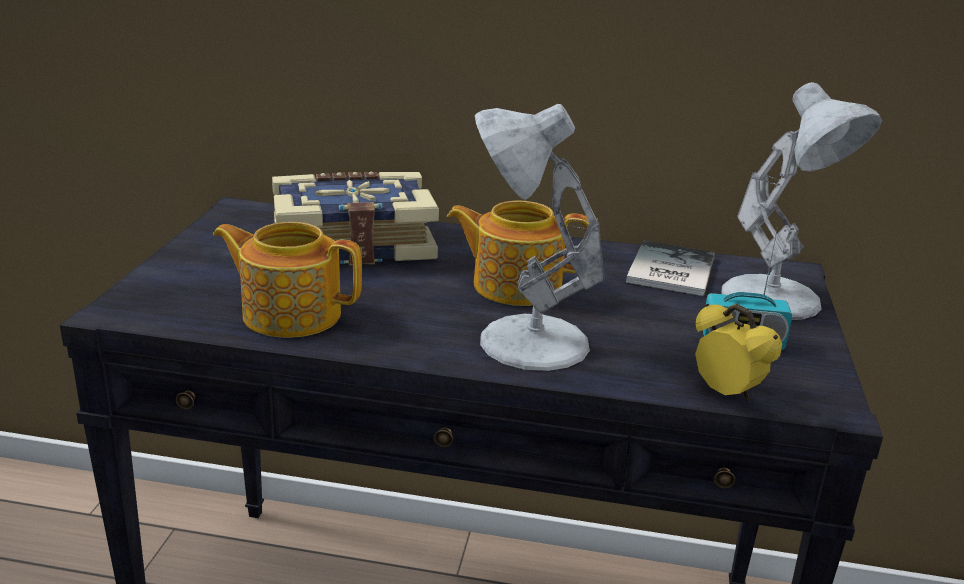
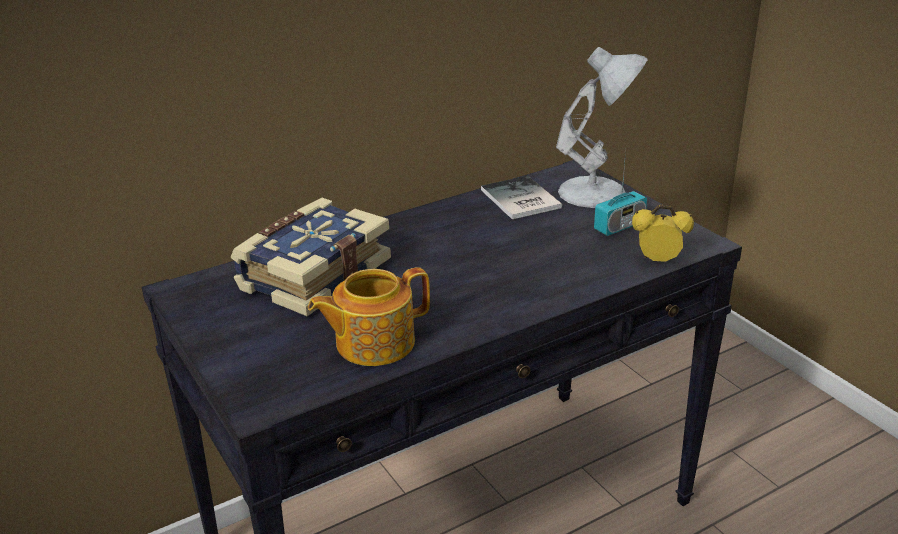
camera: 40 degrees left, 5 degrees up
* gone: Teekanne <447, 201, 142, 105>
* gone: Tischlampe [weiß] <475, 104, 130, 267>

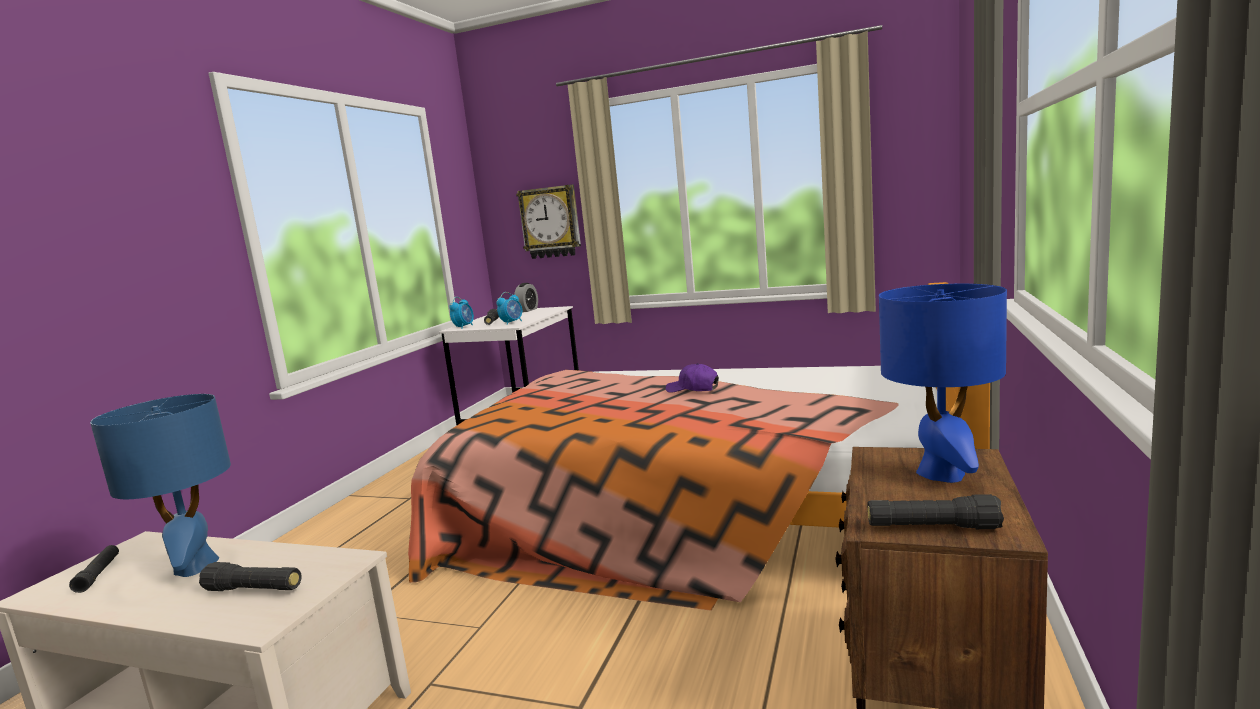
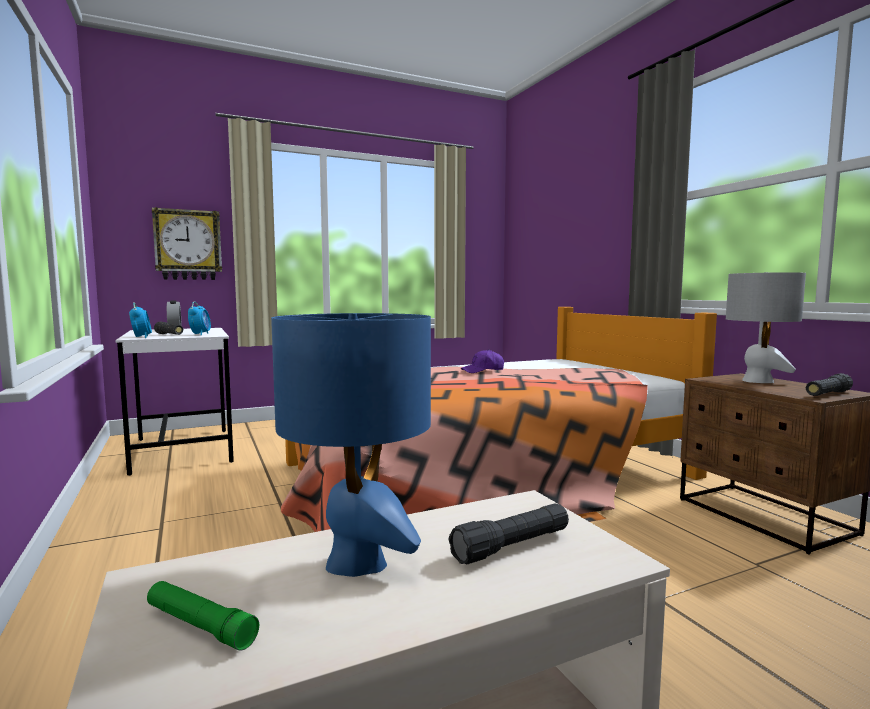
camera: 45 degrees left, 5 degrees down
* repainted: Taschenlampe [schwarz] <69, 545, 50, 48> to Taschenlampe [grün] <147, 581, 112, 70>
* repainted: Tischlampe [blau] <879, 284, 128, 199> to Tischlampe [grau] <726, 272, 80, 111>

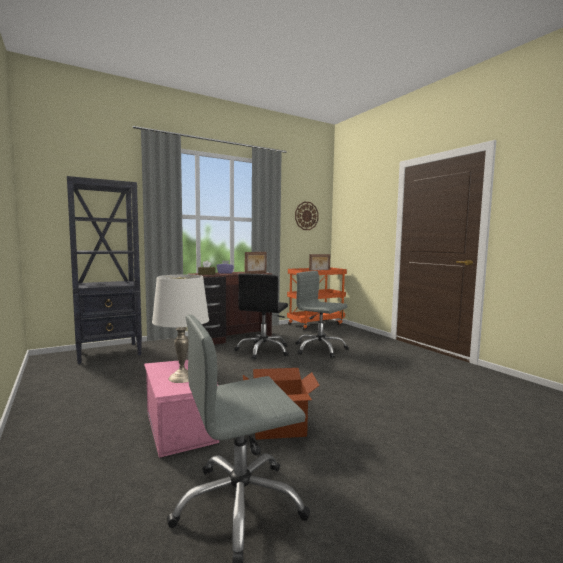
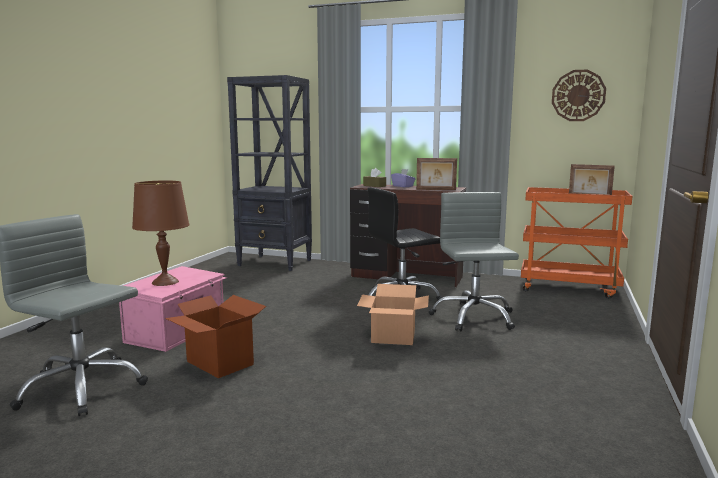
camera: 50 degrees right, 5 degrees up
* new: Karton <357, 284, 72, 61>
* repainted: Tischlampe [weiß] <152, 275, 57, 108> to Tischlampe [braun] <132, 181, 57, 105>

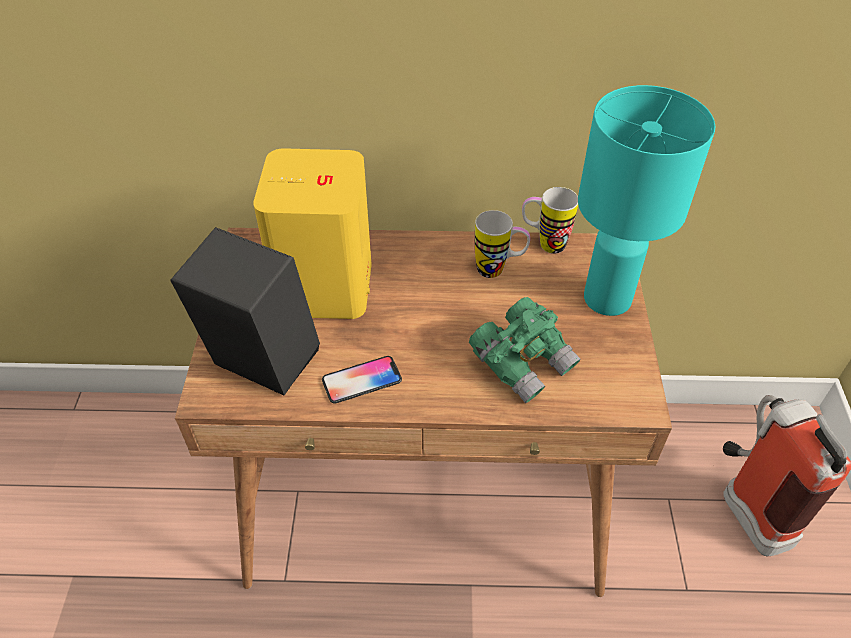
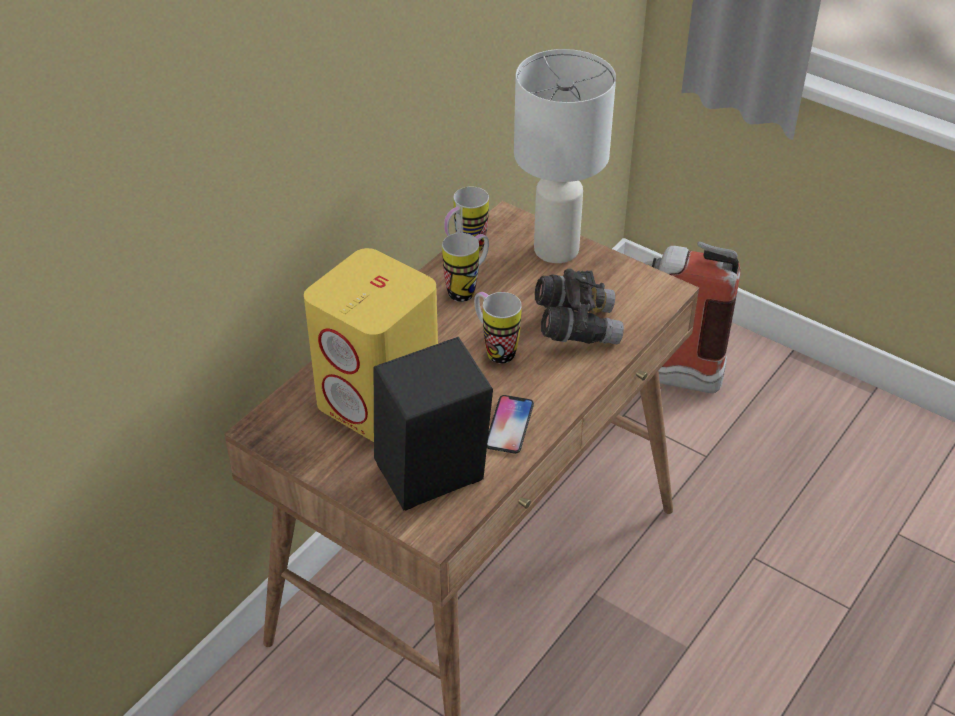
camera: 55 degrees left, 5 degrees down
* new: Henkelbecher <474, 292, 48, 72>
* repainted: Fernglas [grün] <469, 297, 112, 106> to Fernglas [grau] <535, 269, 89, 75>
* repainted: Tischlampe [türkis] <578, 85, 137, 231> to Tischlampe [weiß] <514, 49, 102, 214>

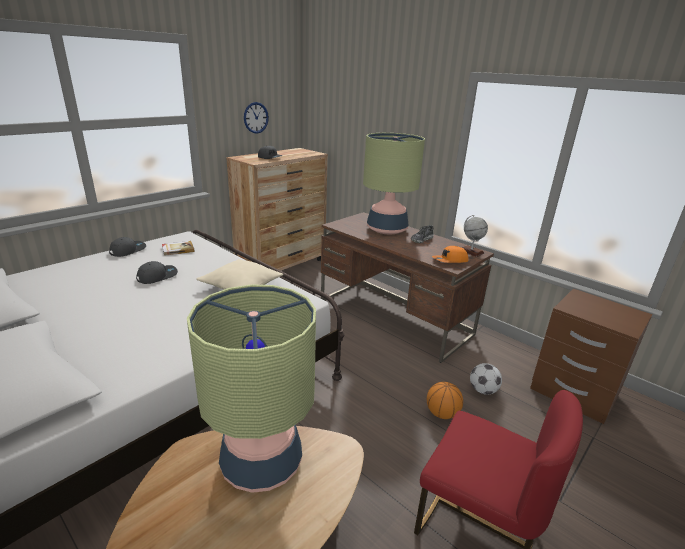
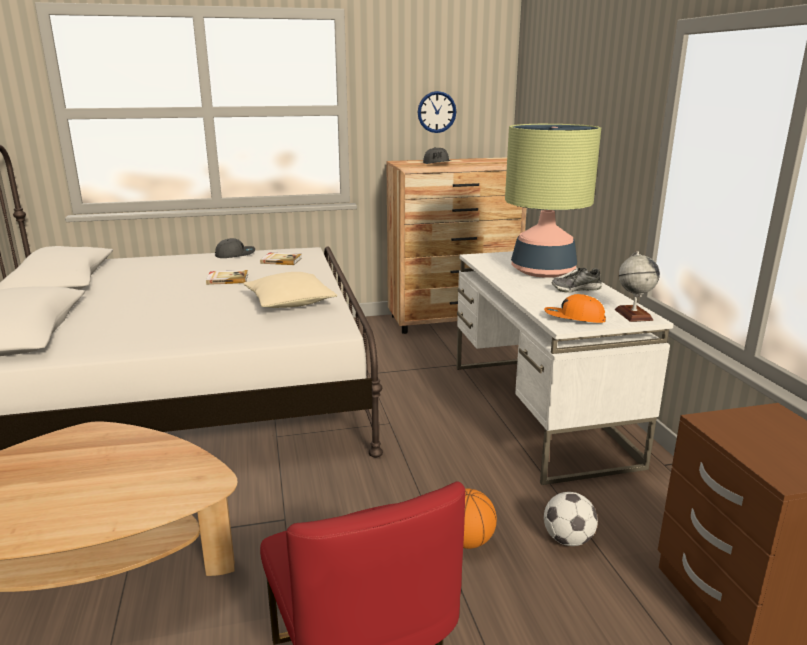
camera: 35 degrees right, 5 degrees down
* gone: Tischlampe <187, 284, 129, 209>
* swapped: Kappe [grau] <136, 261, 42, 23> to Buch <206, 270, 42, 15>
* repainted: Schreibtisch [braun] <321, 212, 173, 151> to Schreibtisch [weiß] <456, 251, 217, 234>

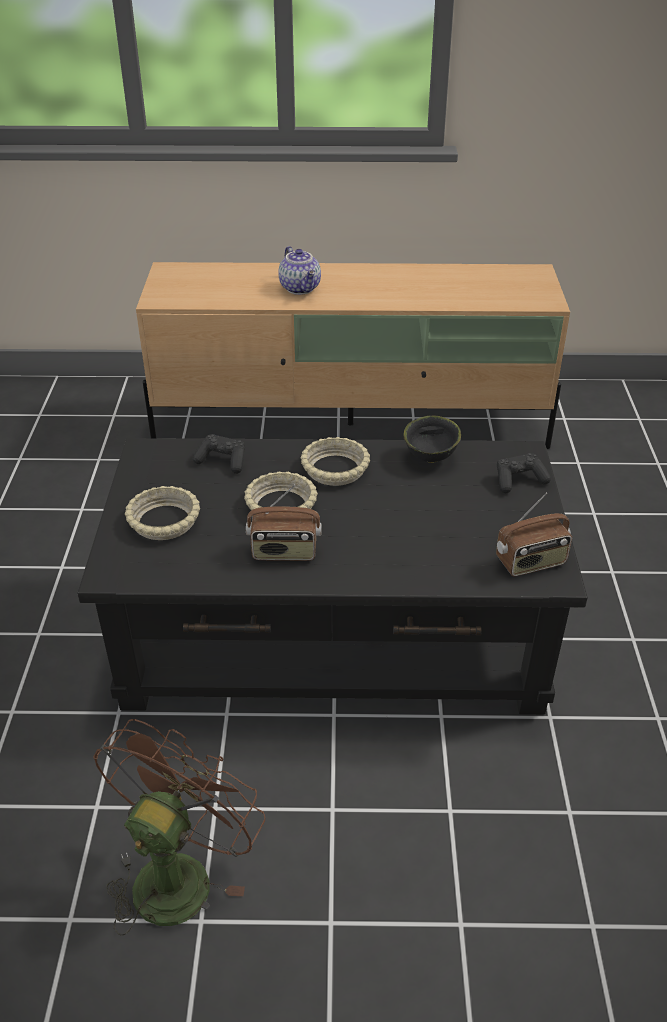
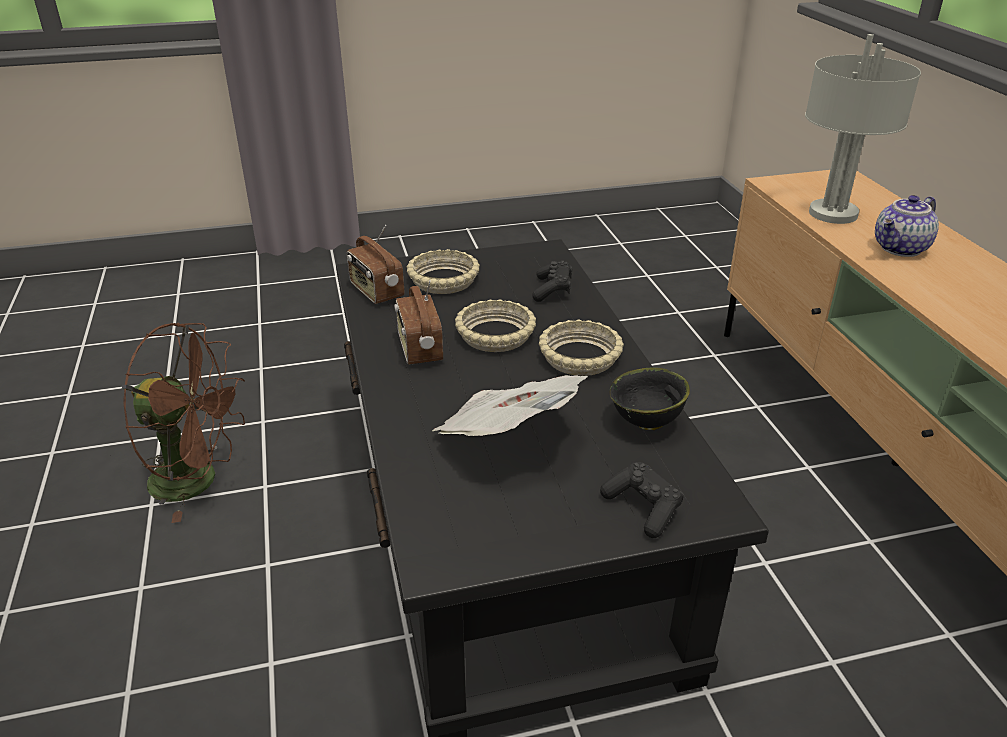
camera: 75 degrees right, 5 degrees down
* new: Zeitung <432, 375, 156, 61>
* new: Tischlampe [grau] <805, 34, 116, 190>
* shifted: Radio <496, 493, 76, 83> to <347, 225, 57, 79>

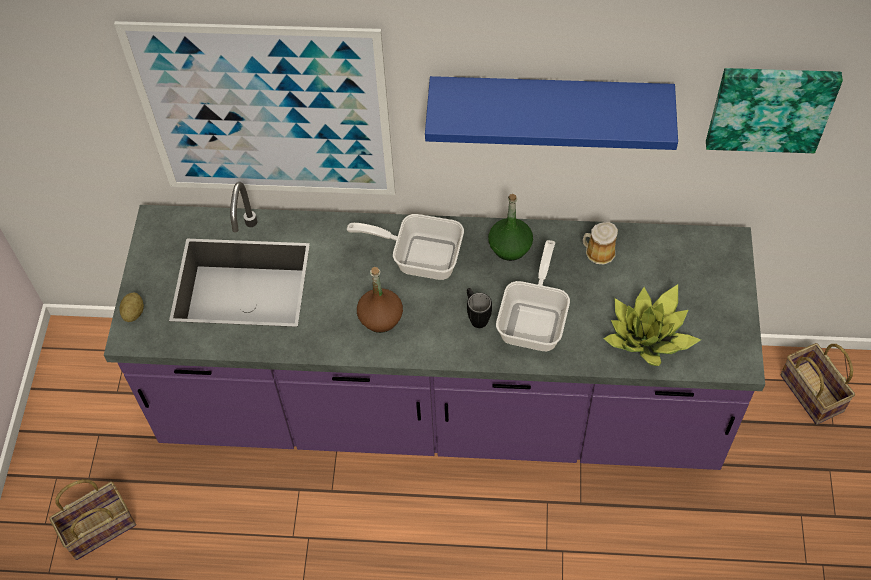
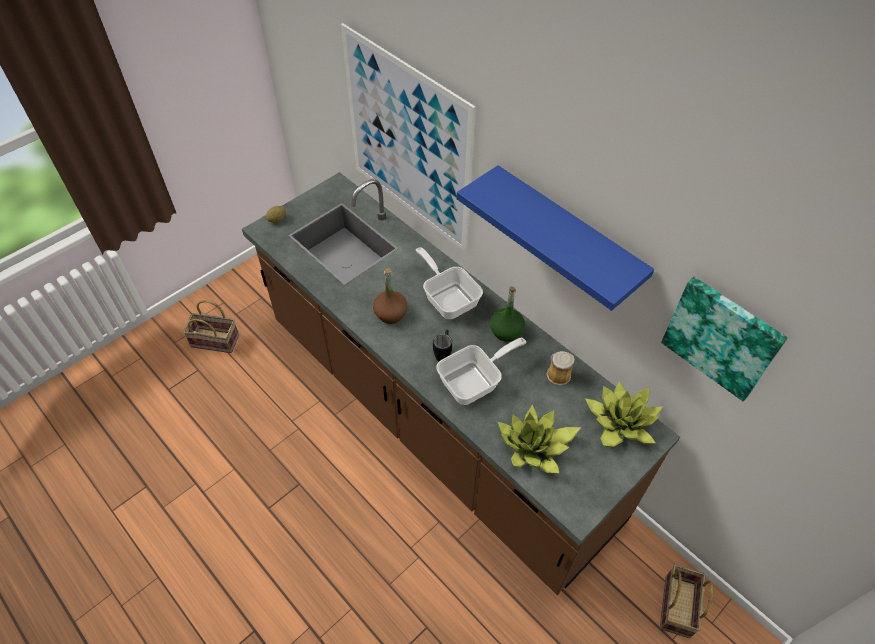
camera: 40 degrees right, 5 degrees down
* new: Topfpflanze <585, 381, 78, 66>
* repainted: Küchenzeile [lila] <104, 182, 661, 288> to Küchenzeile [braun] <242, 172, 438, 423>

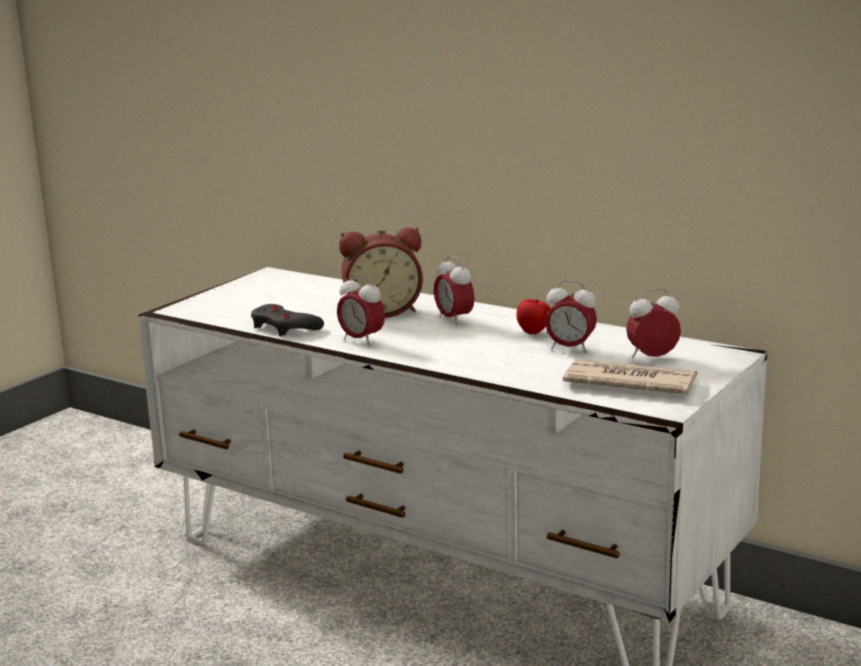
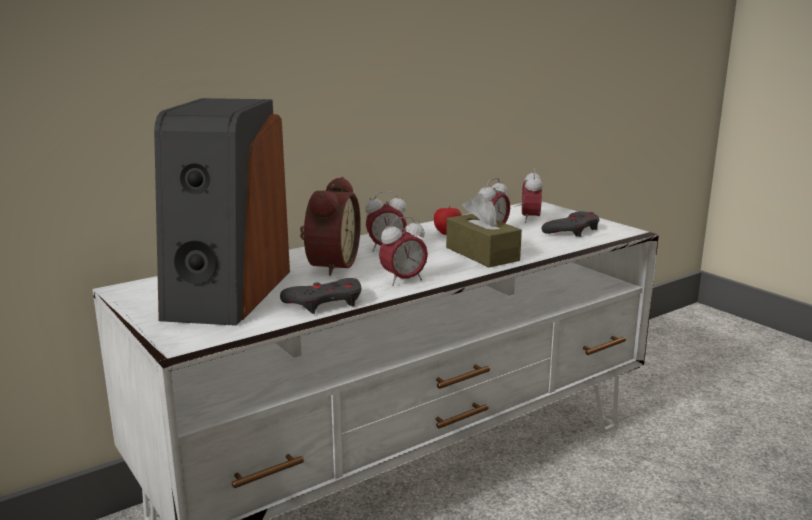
camera: 70 degrees left, 0 degrees up
* new: Lautsprecher <154, 98, 136, 228>
* new: Taschentuchbox [braun] <446, 193, 76, 74>
* swapped: Zeitung <563, 359, 134, 35> to Gamepad [grau] <541, 211, 59, 26>

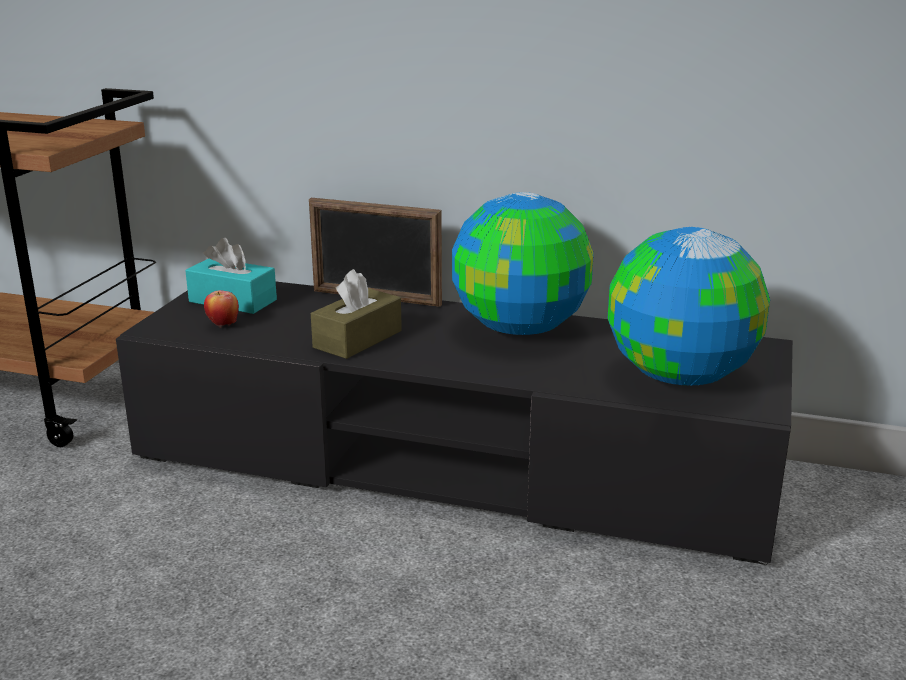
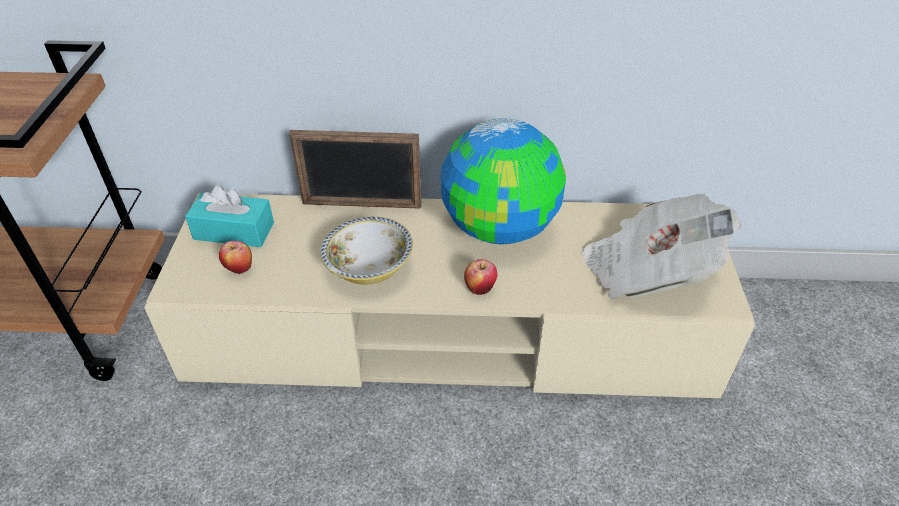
camera: 15 degrees left, 20 degrees up
* new: Apfel <464, 259, 33, 36>
* swapped: Taschentuchbox [braun] <311, 269, 91, 90> to Schüssel <320, 216, 93, 69>
* swapped: Globus <608, 227, 162, 159> to Zeitung <581, 194, 160, 106>
* repainted: Fernsehschrank [schwarz] <116, 282, 677, 283> to Fernsehschrank [beige] <144, 193, 611, 205>

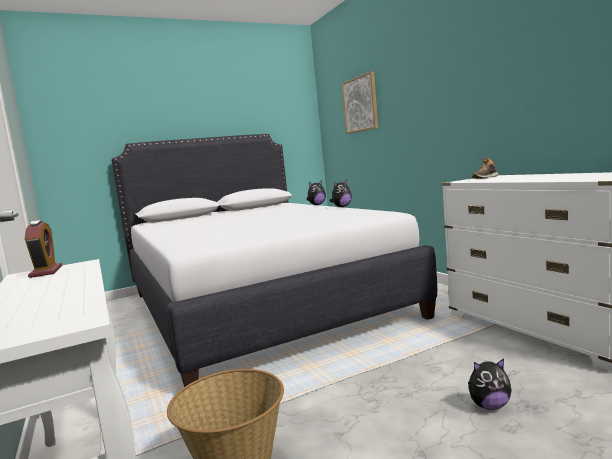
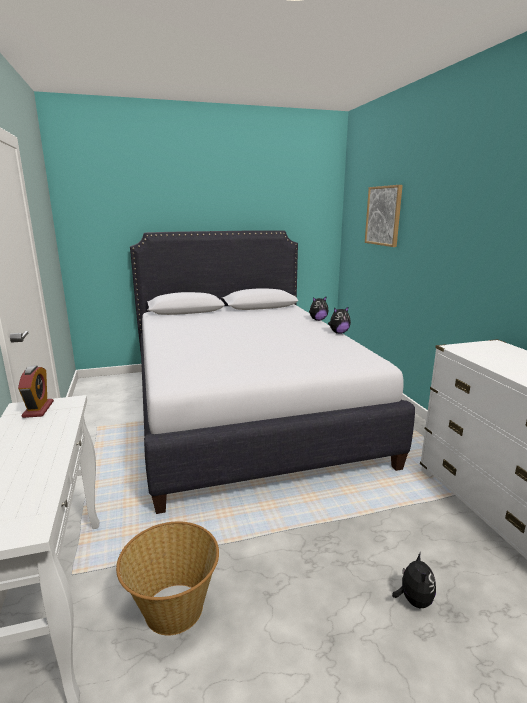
camera: 10 degrees right, 10 degrees up
* gone: Schuh <472, 157, 27, 22>
* rotated: Plüschtier <468, 358, 44, 52> = <392, 552, 44, 56> 90 degrees counterclockwise

